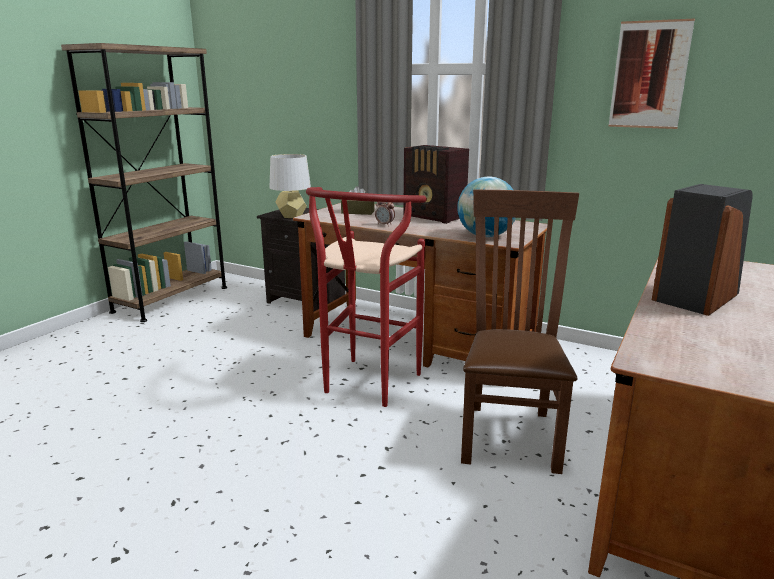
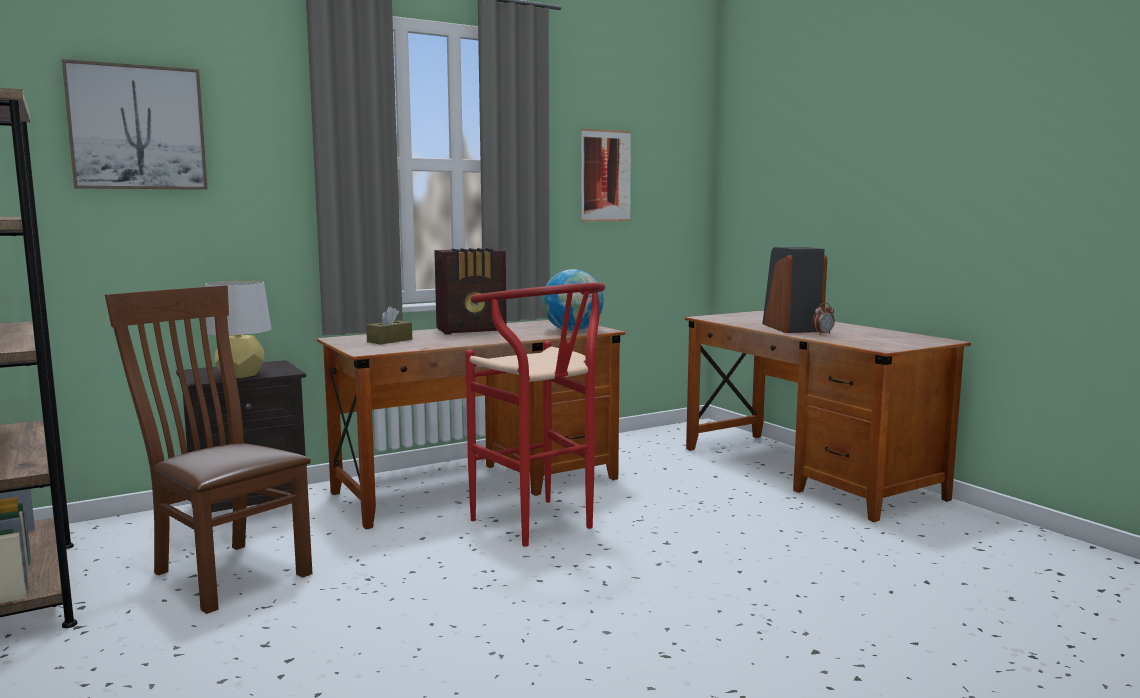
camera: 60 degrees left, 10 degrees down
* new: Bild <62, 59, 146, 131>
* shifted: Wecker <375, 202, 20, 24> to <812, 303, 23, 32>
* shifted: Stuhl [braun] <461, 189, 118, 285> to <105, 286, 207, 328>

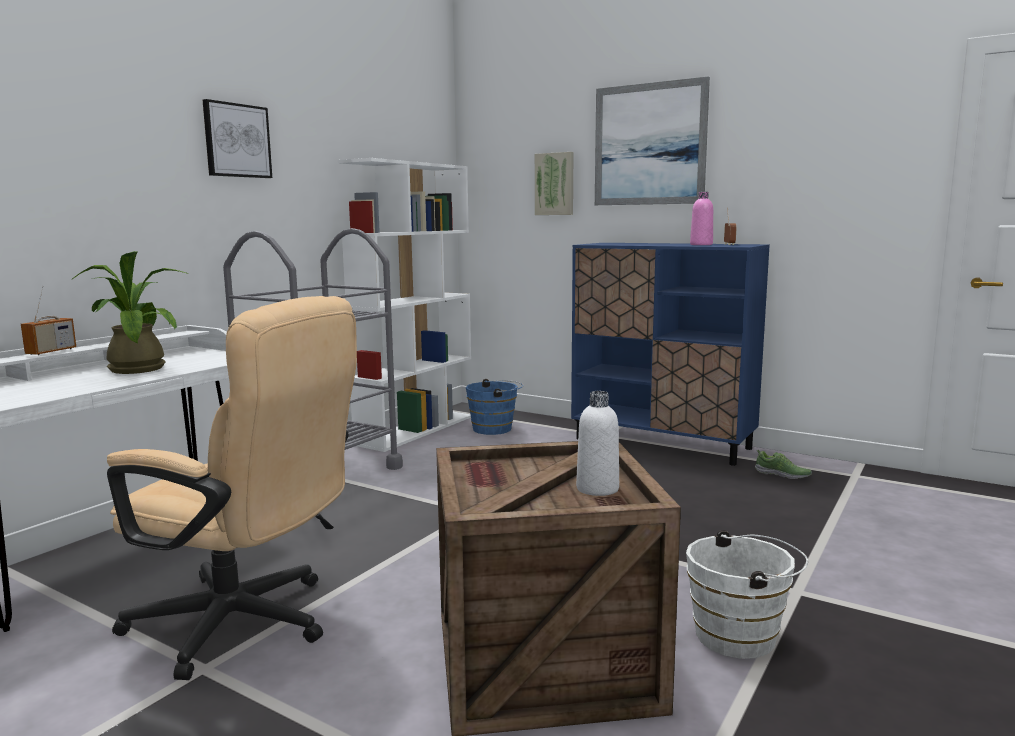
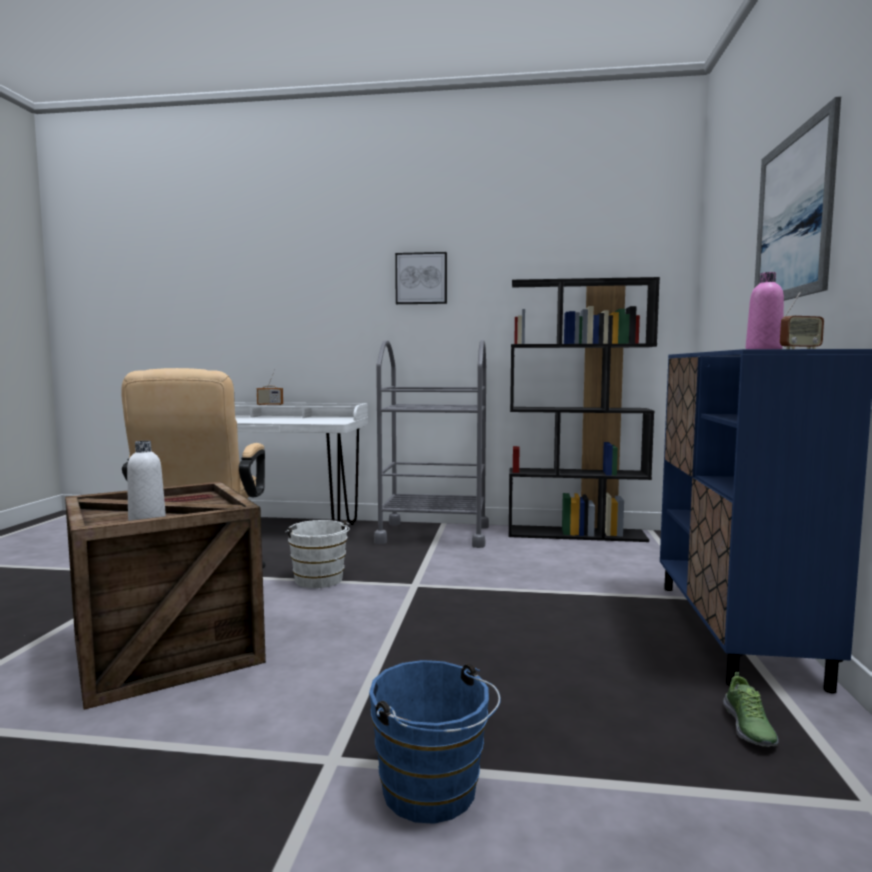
camera: 65 degrees right, 5 degrees down
* gone: Topfpflanze <71, 251, 117, 123>
* gone: Bild <535, 152, 39, 63>
* shifted: Eimer [blau] <466, 379, 58, 56> to <369, 660, 132, 164>
* shifted: Eimer [weiß] <686, 530, 122, 129> to <285, 520, 65, 68>
* repainted: Bücherregal [weiß] <338, 158, 133, 294> to Bücherregal [schwarz] <508, 277, 152, 265>

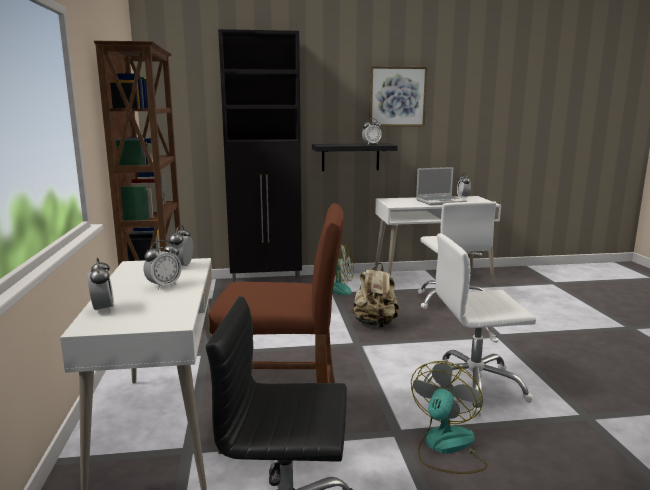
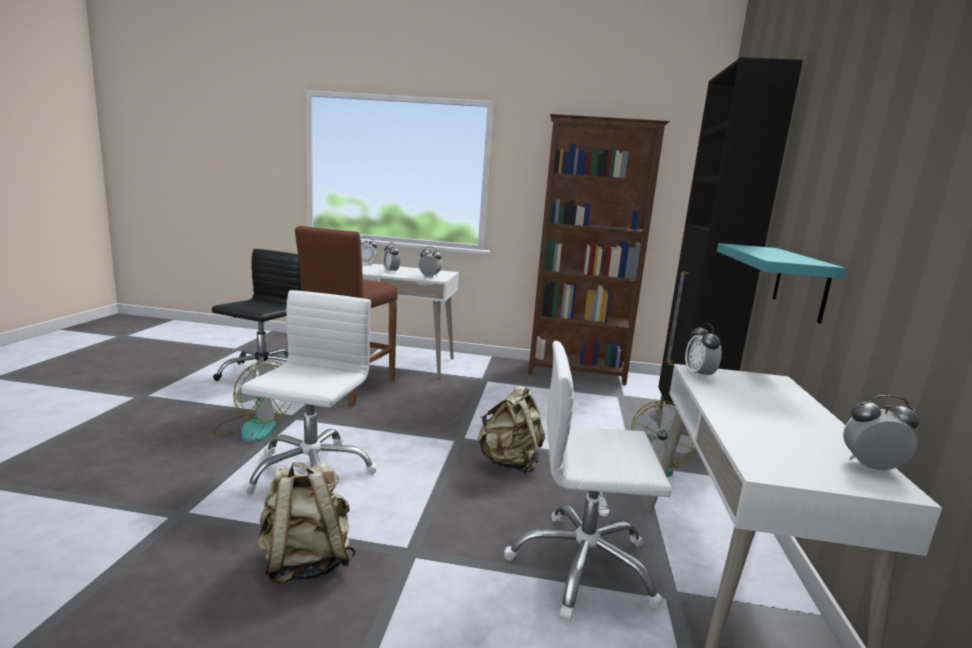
camera: 105 degrees right, 0 degrees up
* gone: Bild <369, 66, 59, 61>
* gone: Laptop <416, 167, 51, 38>
* new: Rucksack [beige] <257, 461, 99, 123>
* shifted: Wecker <362, 118, 20, 27> to <685, 323, 37, 56>
* repainted: Wandregal [schwarz] <312, 143, 86, 28> to Wandregal [türkis] <717, 243, 129, 81>

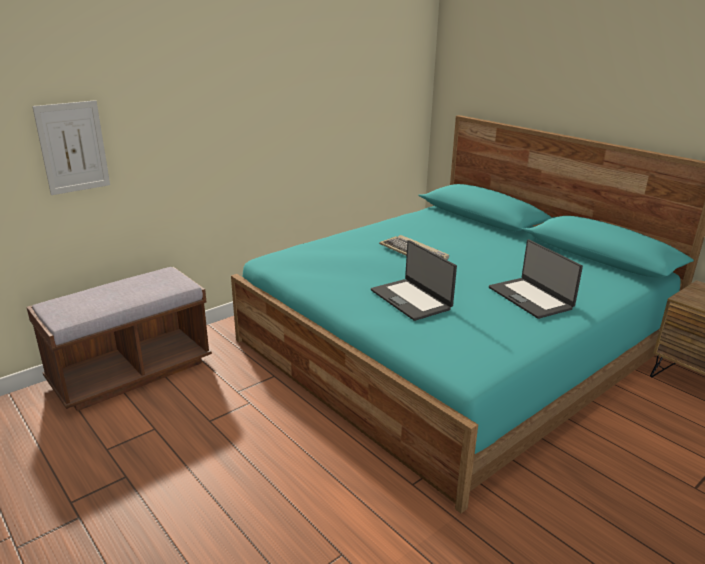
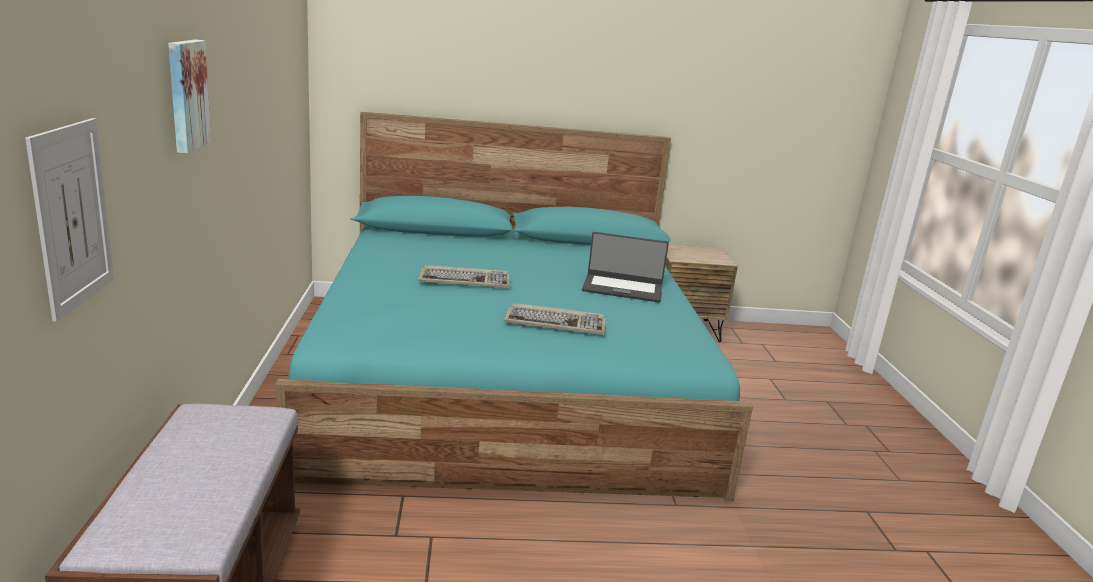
camera: 55 degrees left, 5 degrees down
* new: Bild <168, 40, 44, 114>
* swapped: Laptop <371, 240, 86, 81> to Tastatur <504, 303, 102, 32>

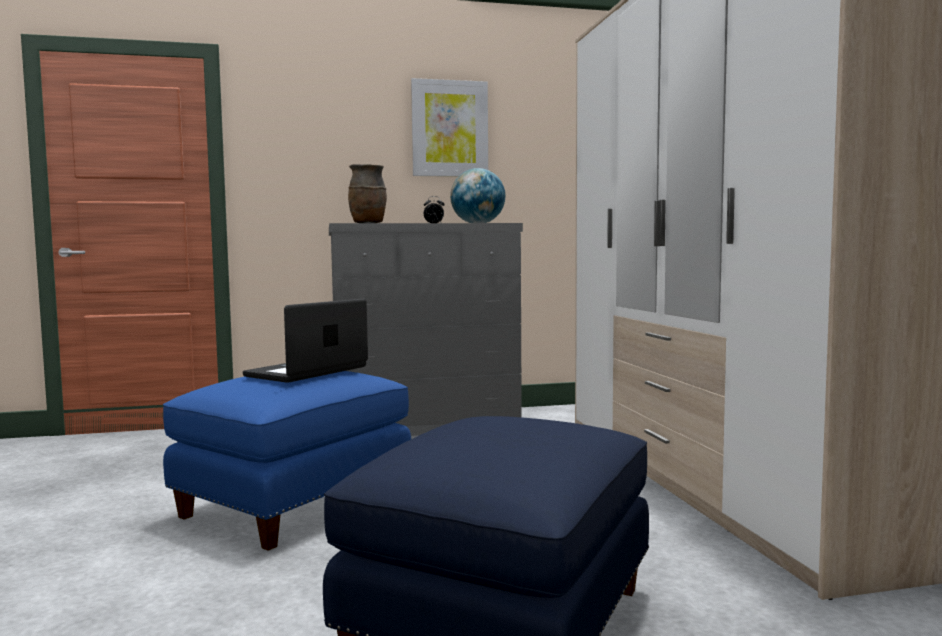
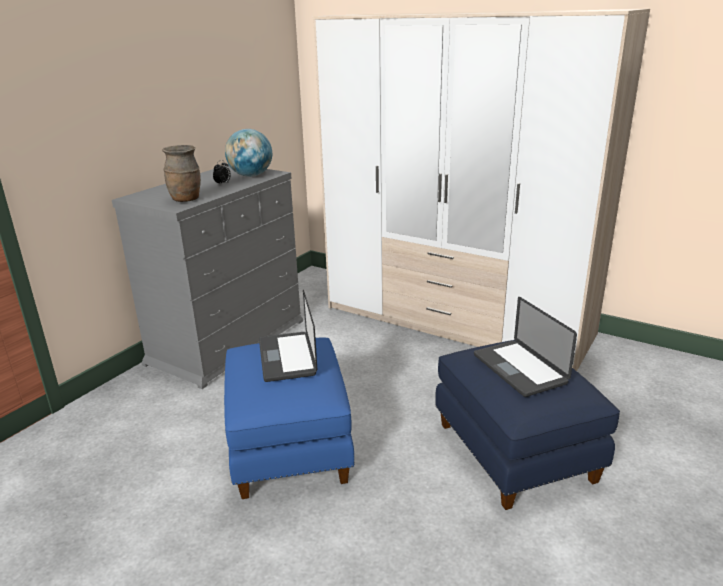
camera: 45 degrees left, 20 degrees up
* gone: Bild <411, 78, 77, 99>
* new: Laptop <474, 297, 103, 100>

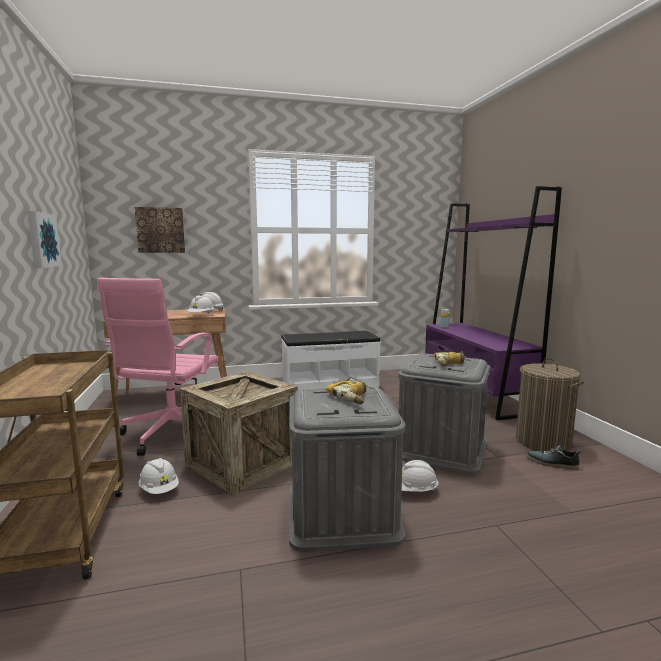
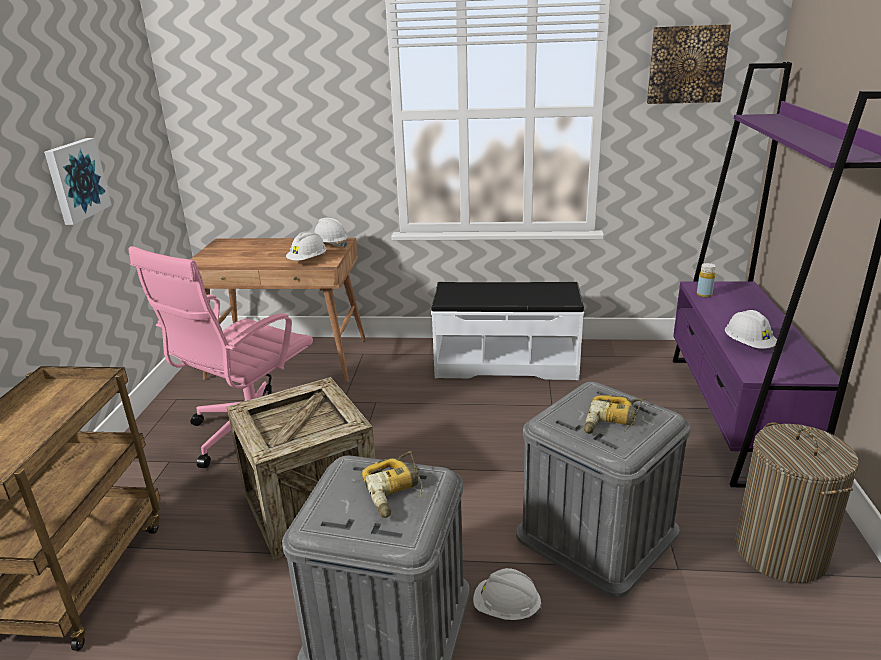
camera: 20 degrees right, 15 degrees up
* gone: Schuh <527, 446, 54, 24>
* shifted: Bild <135, 207, 50, 46> to <647, 24, 84, 80>
* shifted: Schutzhelm [weiß] <139, 458, 40, 36> to <725, 310, 52, 39>

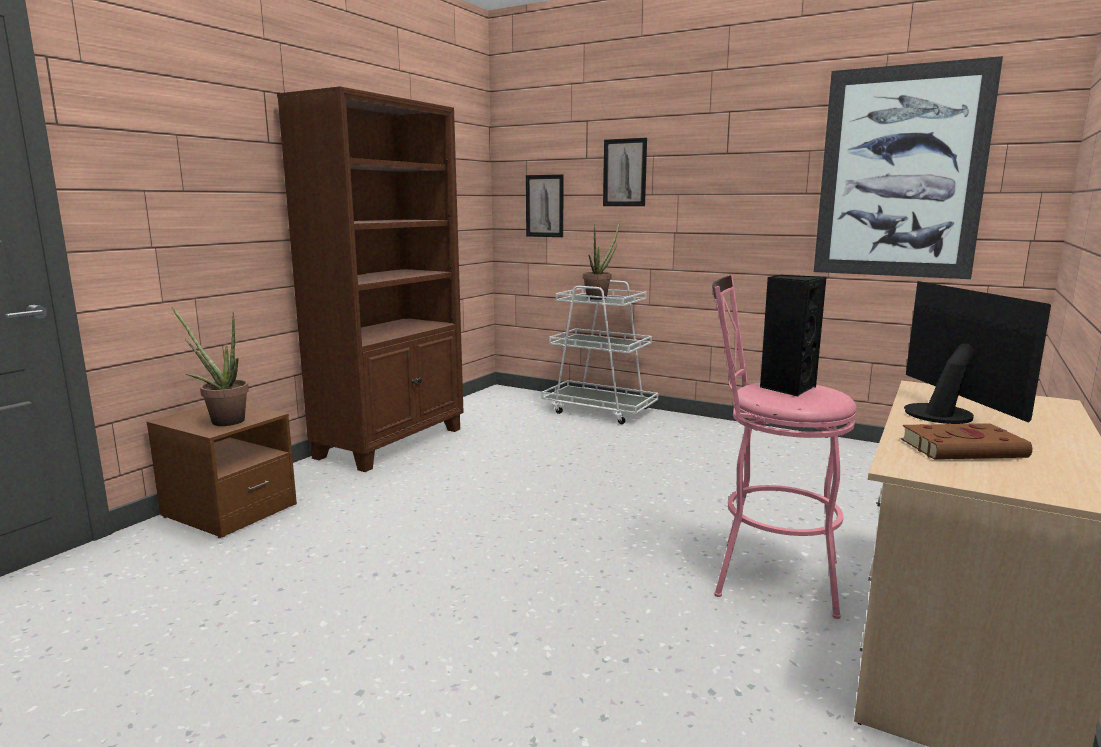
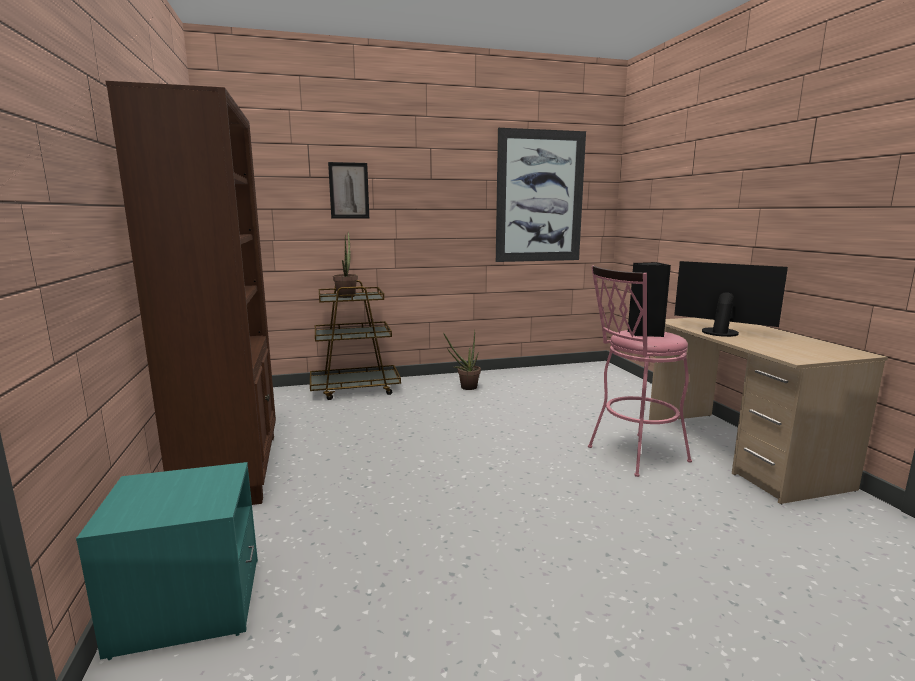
camera: 45 degrees left, 0 degrees up
* gone: Bild <526, 174, 38, 63>
* gone: Buch [braun] <901, 423, 131, 36>
* shifted: Topfpflanze <171, 307, 78, 119> to <443, 332, 38, 58>
* repainted: Nachttisch [braun] <147, 404, 150, 134> to Nachttisch [türkis] <76, 462, 182, 198>
* repainted: Rollwagen [weiß] <541, 280, 117, 144> to Rollwagen [braun] <310, 280, 91, 120>

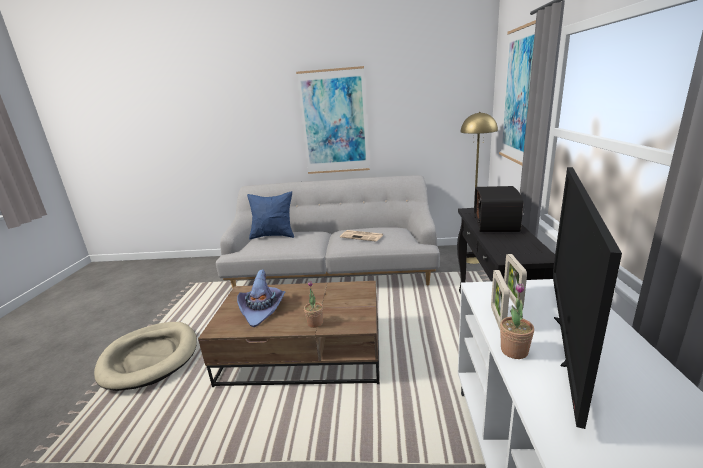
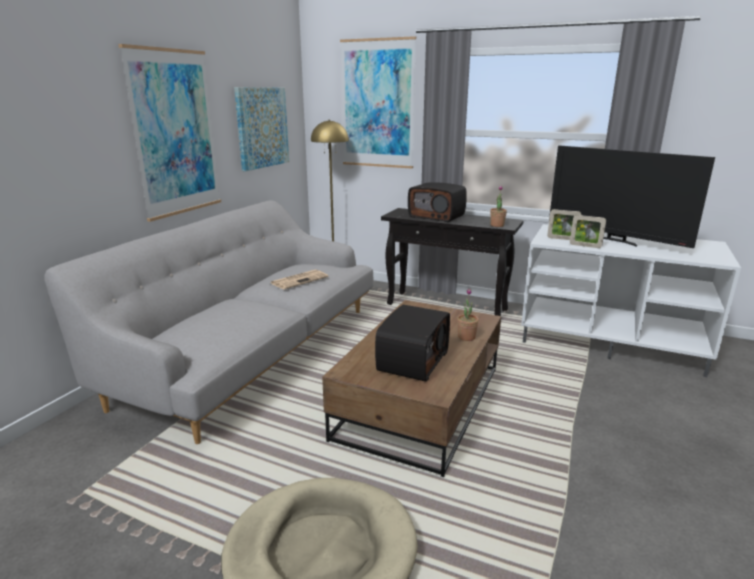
camera: 70 degrees left, 0 degrees up
* gone: Kissen [blau] <247, 191, 47, 48>
* new: Bild <234, 87, 55, 84>
* shifted: Topfpflanze <500, 283, 34, 76> to <490, 185, 17, 42>
* swapped: Hut [lila] <237, 270, 48, 57> to Radio <375, 305, 75, 77>

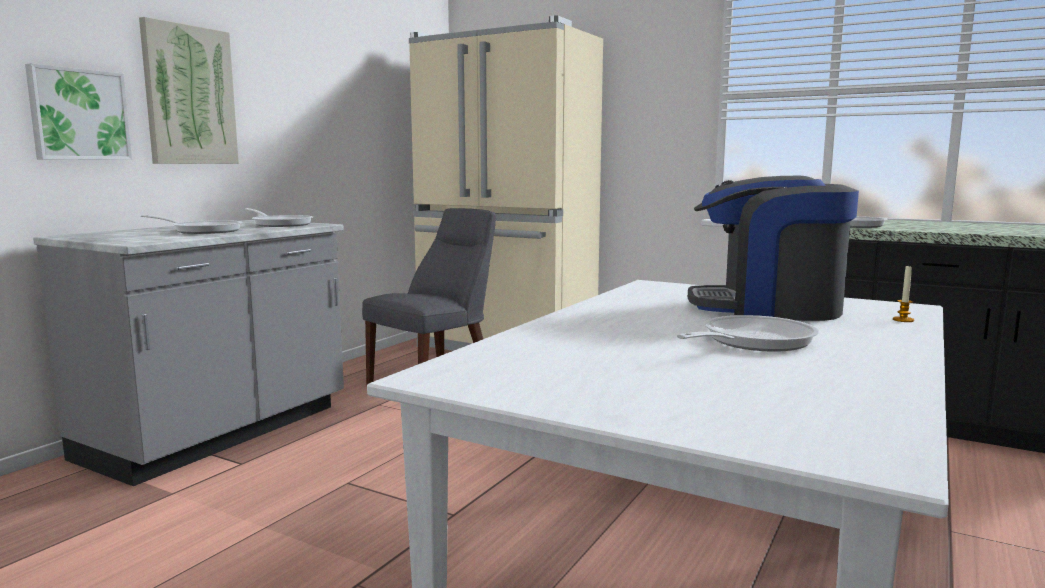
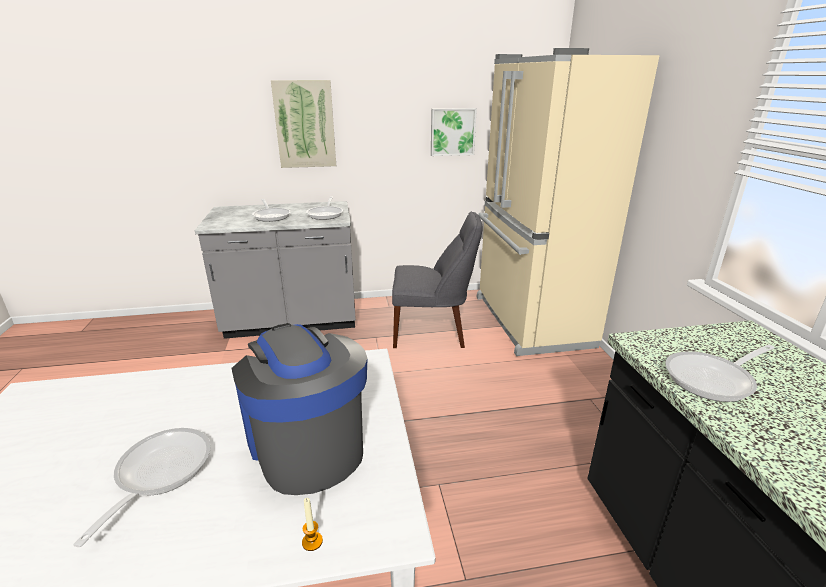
camera: 50 degrees right, 15 degrees up
* shifted: Bild <25, 63, 107, 97> to <431, 108, 46, 48>
* rotated: Pfanne <677, 315, 142, 37> = <73, 428, 138, 119> 90 degrees counterclockwise

